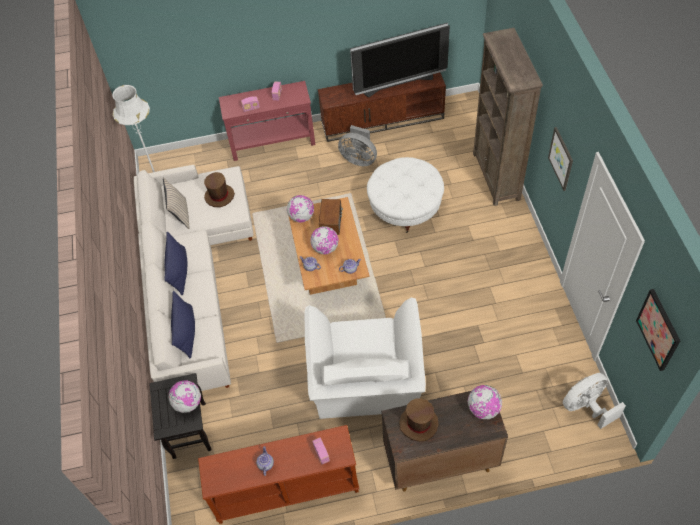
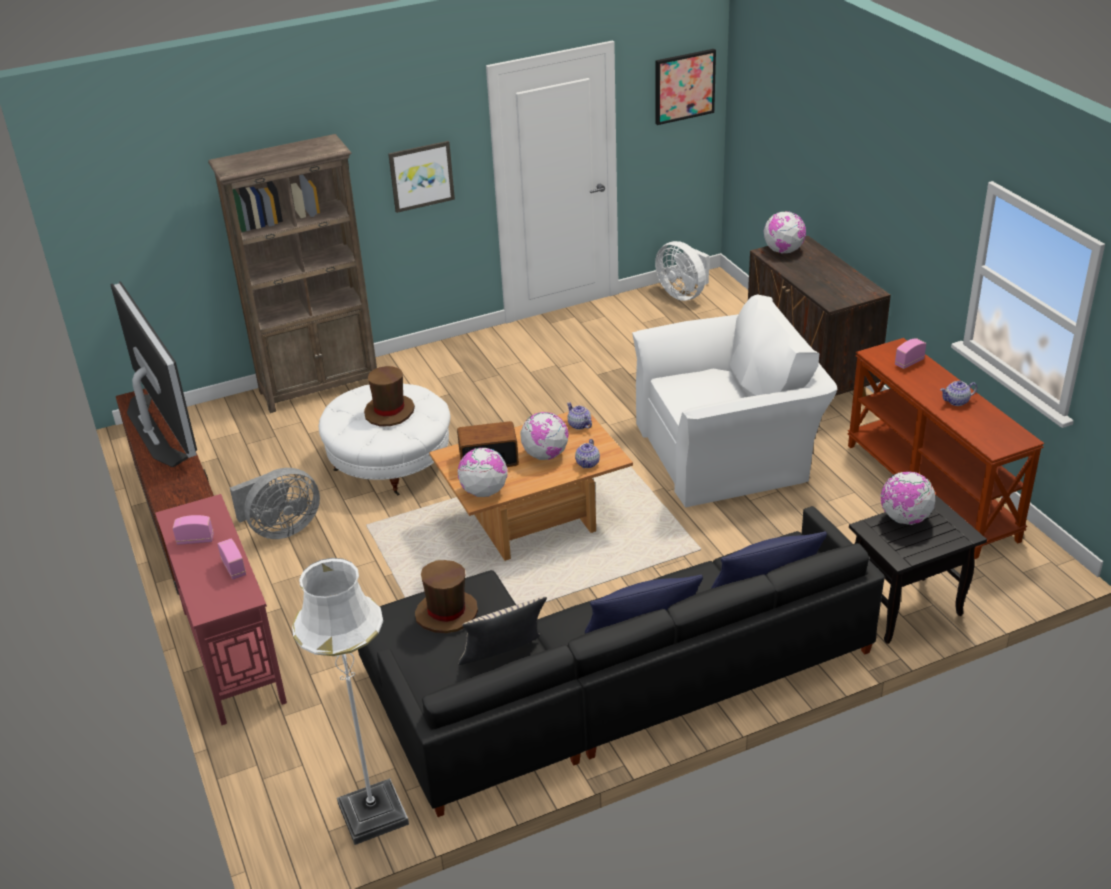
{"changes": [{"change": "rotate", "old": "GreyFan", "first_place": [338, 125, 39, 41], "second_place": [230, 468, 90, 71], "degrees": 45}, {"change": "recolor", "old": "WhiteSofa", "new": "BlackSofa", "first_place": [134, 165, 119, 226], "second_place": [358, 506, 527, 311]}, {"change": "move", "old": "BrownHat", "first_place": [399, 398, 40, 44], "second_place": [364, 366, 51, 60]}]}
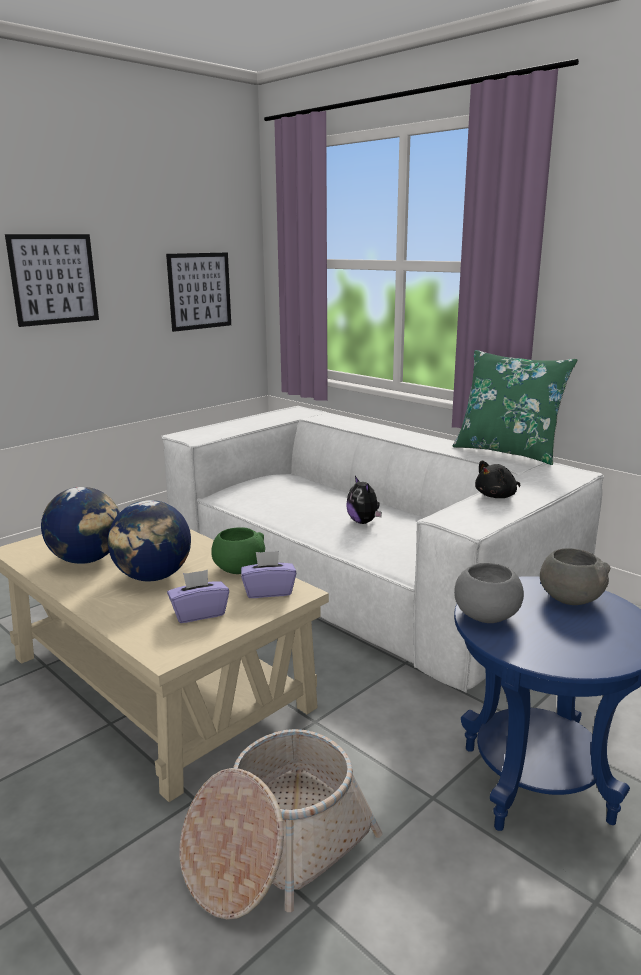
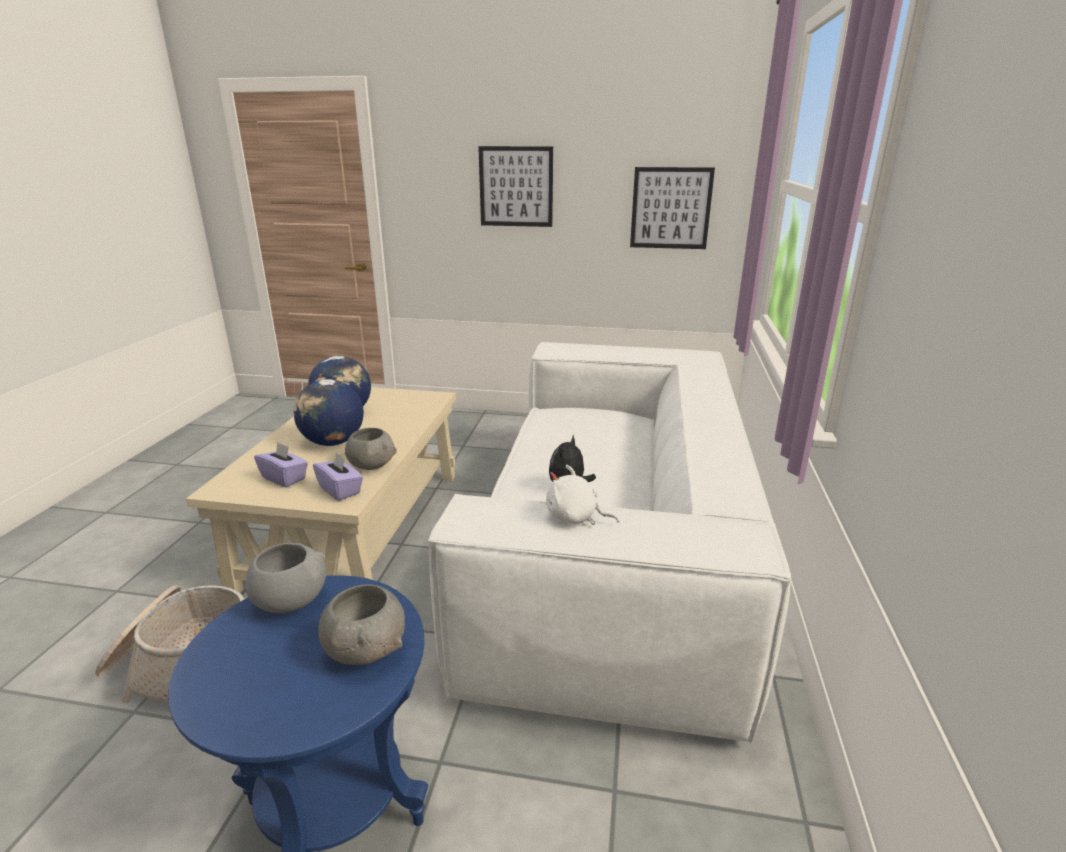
{"changes": [{"change": "recolor", "old": "GreenBowl", "new": "GreyBowl", "first_place": [211, 527, 54, 47], "second_place": [345, 428, 52, 42]}, {"change": "recolor", "old": "BlackPlushToy", "new": "WhitePlushToy", "first_place": [475, 460, 45, 38], "second_place": [546, 465, 73, 60]}, {"change": "delete", "old": "GreenPillow", "first_place": [453, 350, 125, 115]}]}
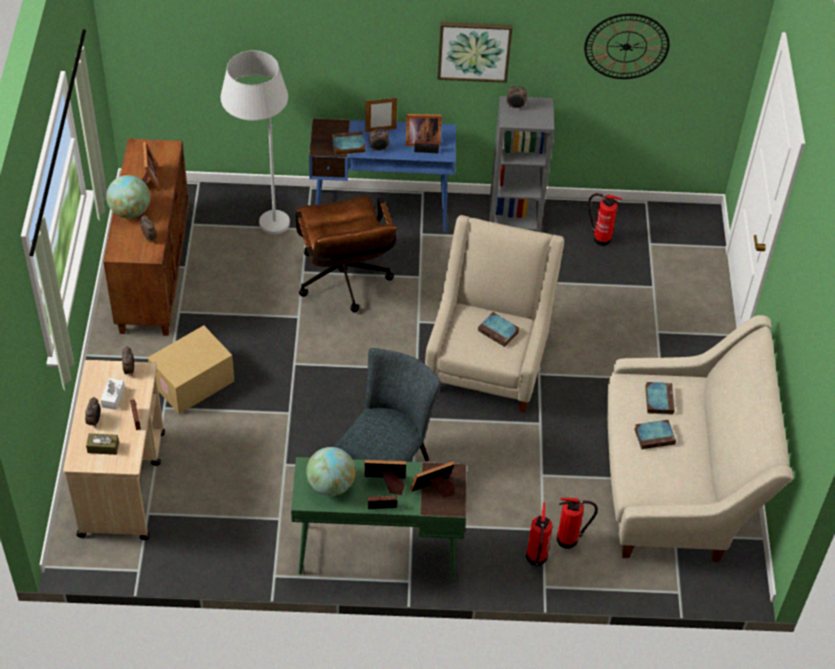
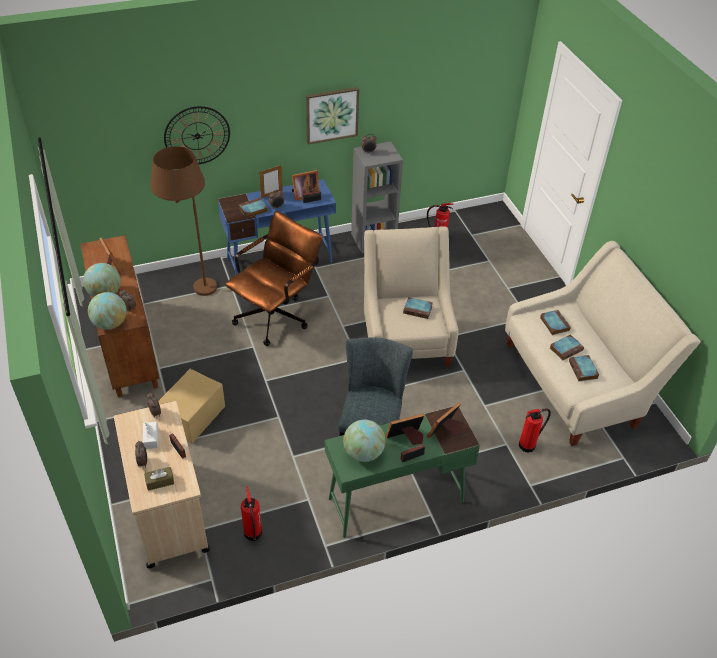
{"changes": [{"change": "insert", "new": "Globe", "second_place": [88, 292, 39, 38]}, {"change": "recolor", "old": "WhiteFloorLamp", "new": "BrownFloorLamp", "first_place": [221, 50, 69, 185], "second_place": [150, 146, 67, 150]}, {"change": "move", "old": "WallClock", "first_place": [584, 14, 86, 65], "second_place": [164, 106, 66, 59]}, {"change": "rotate", "old": "BrownOfficeChair", "first_place": [296, 196, 101, 116], "second_place": [225, 211, 97, 135], "degrees": -105}, {"change": "move", "old": "FireExtinguisher", "first_place": [526, 502, 27, 64], "second_place": [241, 486, 21, 55]}, {"change": "insert", "new": "Book", "second_place": [569, 355, 30, 26]}]}
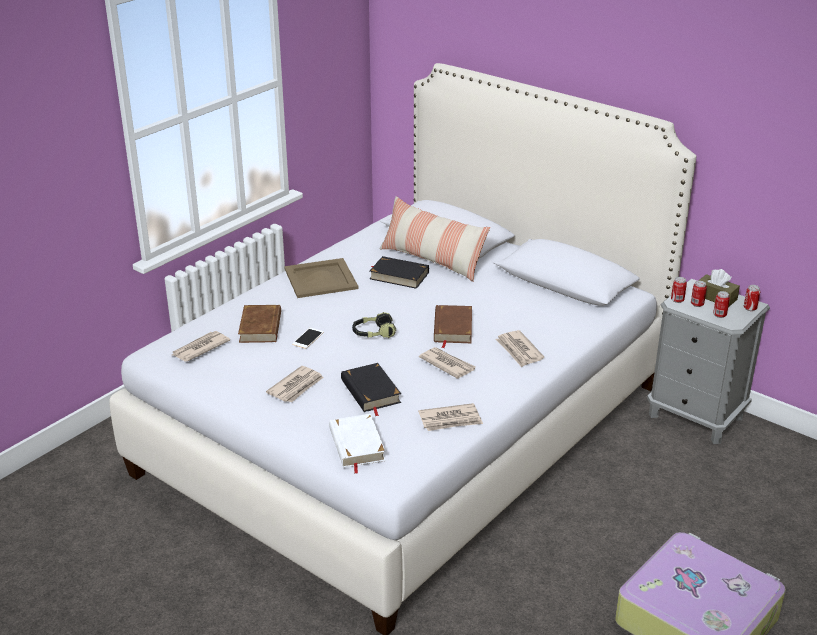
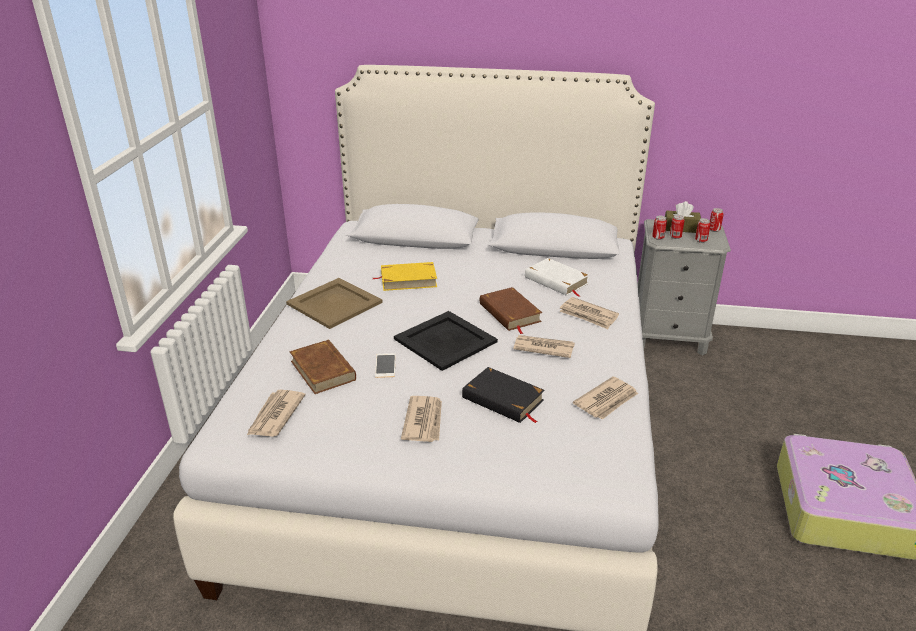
{"changes": [{"change": "recolor", "old": "BlackBook", "new": "YellowBook", "first_place": [370, 256, 59, 33], "second_place": [373, 262, 64, 29]}, {"change": "replace", "old": "Headphones", "new": "BlackTray", "first_place": [352, 312, 44, 26], "second_place": [394, 311, 104, 60]}, {"change": "move", "old": "WhiteBook", "first_place": [329, 414, 57, 60], "second_place": [525, 258, 64, 39]}, {"change": "delete", "old": "Pillow", "first_place": [379, 196, 111, 86]}]}
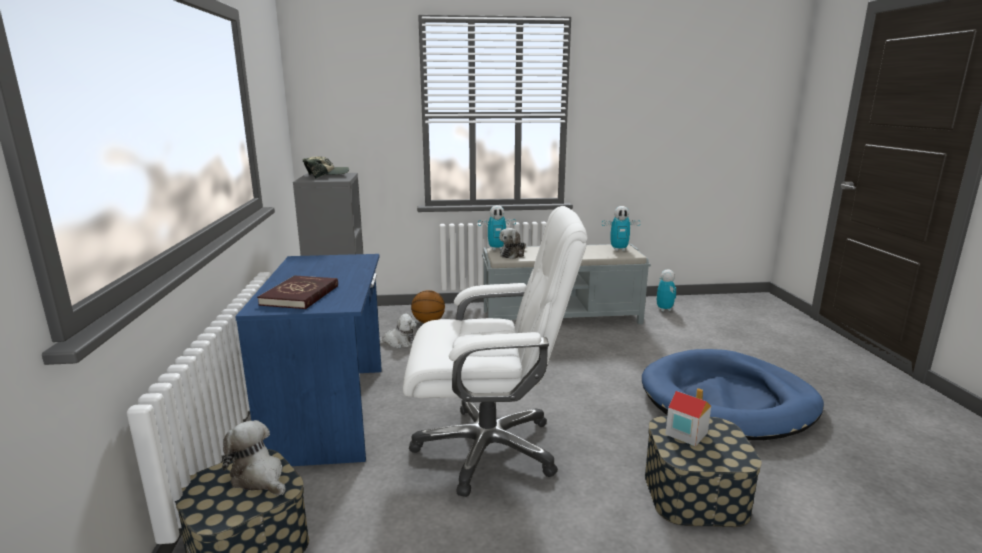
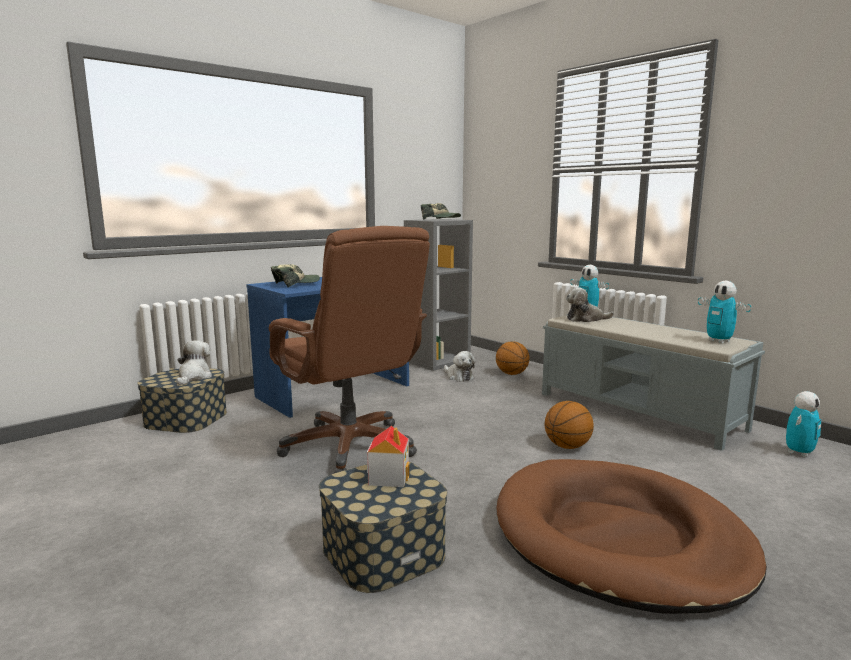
{"changes": [{"change": "recolor", "old": "WhiteOfficeChair", "new": "BrownOfficeChair", "first_place": [403, 206, 184, 291], "second_place": [269, 226, 161, 247]}, {"change": "replace", "old": "RedBook", "new": "Cap", "first_place": [257, 275, 81, 34], "second_place": [271, 264, 49, 23]}, {"change": "recolor", "old": "BlueDogBed", "new": "BrownDogBed", "first_place": [642, 349, 182, 91], "second_place": [497, 459, 270, 155]}, {"change": "insert", "new": "Basketball", "second_place": [545, 401, 49, 48]}]}
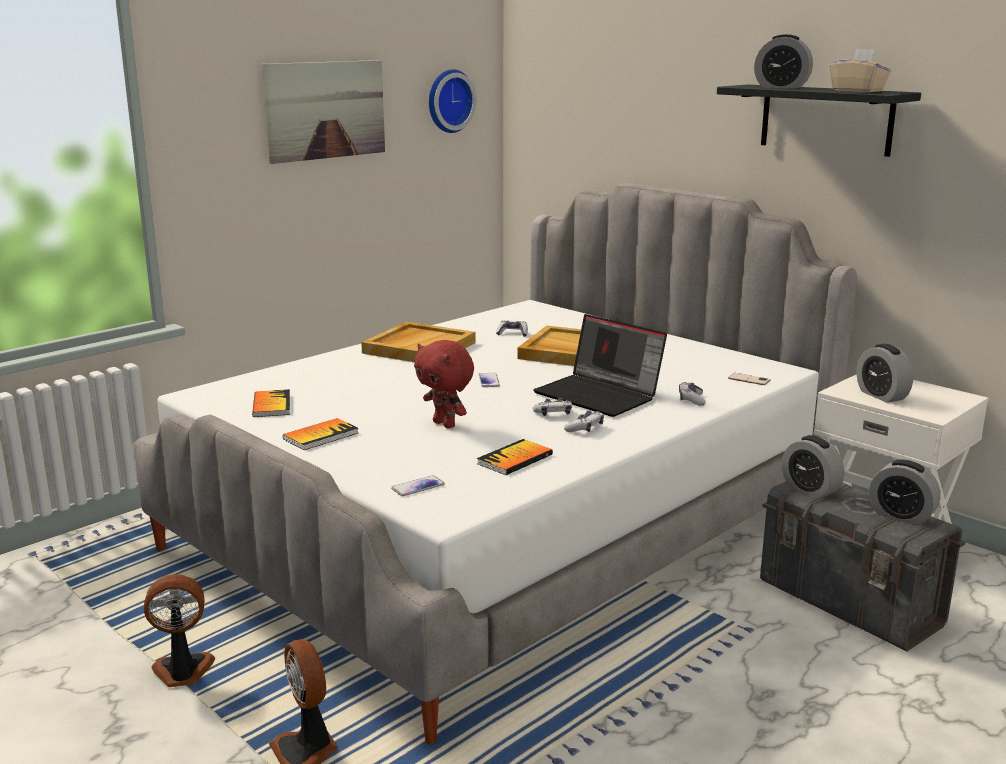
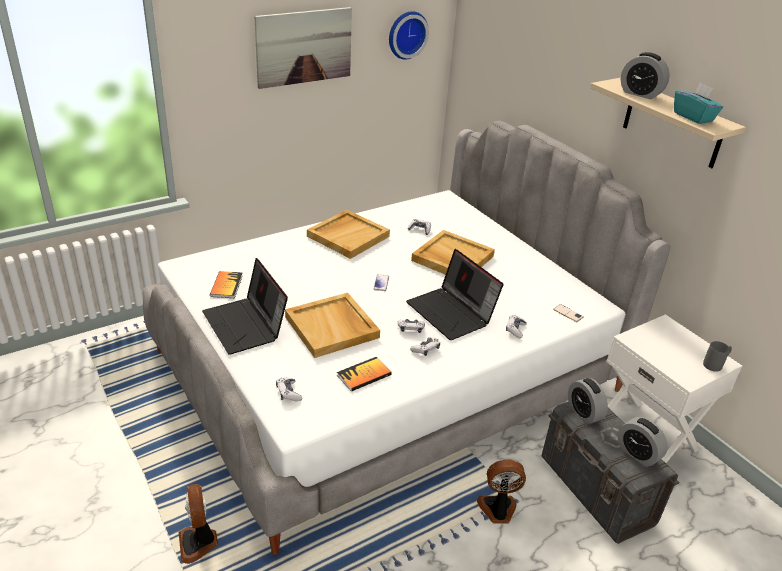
{"changes": [{"change": "replace", "old": "Book", "new": "Laptop", "first_place": [283, 418, 75, 32], "second_place": [202, 258, 86, 97]}, {"change": "replace", "old": "Phone", "new": "GameController", "first_place": [391, 475, 54, 21], "second_place": [276, 377, 26, 24]}, {"change": "replace", "old": "RedPlushToy", "new": "BeigeTray", "first_place": [414, 340, 60, 88], "second_place": [285, 293, 95, 65]}, {"change": "move", "old": "Fan", "first_place": [144, 574, 71, 113], "second_place": [477, 460, 49, 64]}, {"change": "recolor", "old": "BlackShelf", "new": "BeigeShelf", "first_place": [717, 85, 204, 72], "second_place": [590, 78, 156, 90]}, {"change": "recolor", "old": "BeigeTissueBox", "new": "TurquoiseTissueBox", "first_place": [830, 49, 61, 43], "second_place": [674, 82, 49, 42]}, {"change": "insert", "new": "GreyMug", "second_place": [703, 341, 29, 31]}, {"change": "delete", "old": "AlarmClock", "first_place": [857, 344, 56, 59]}]}
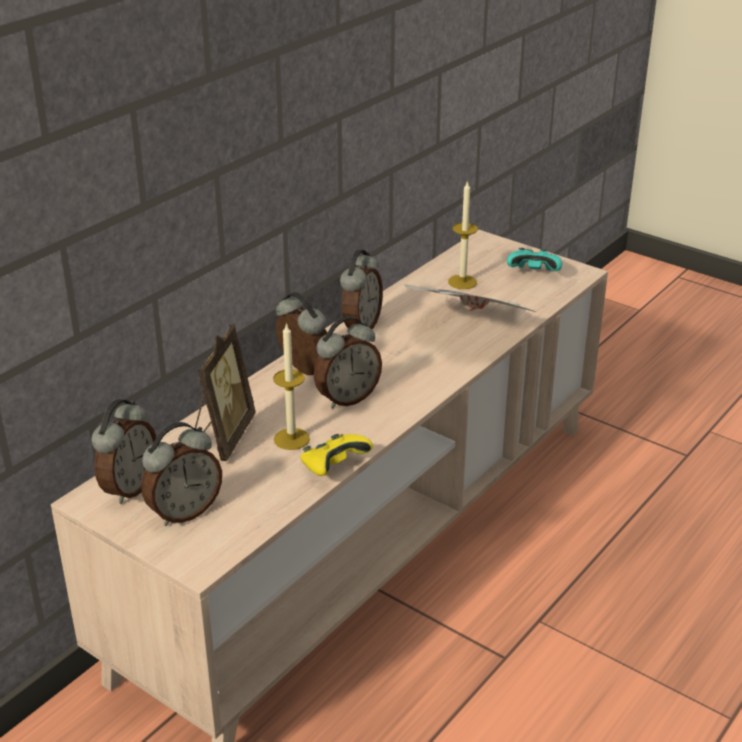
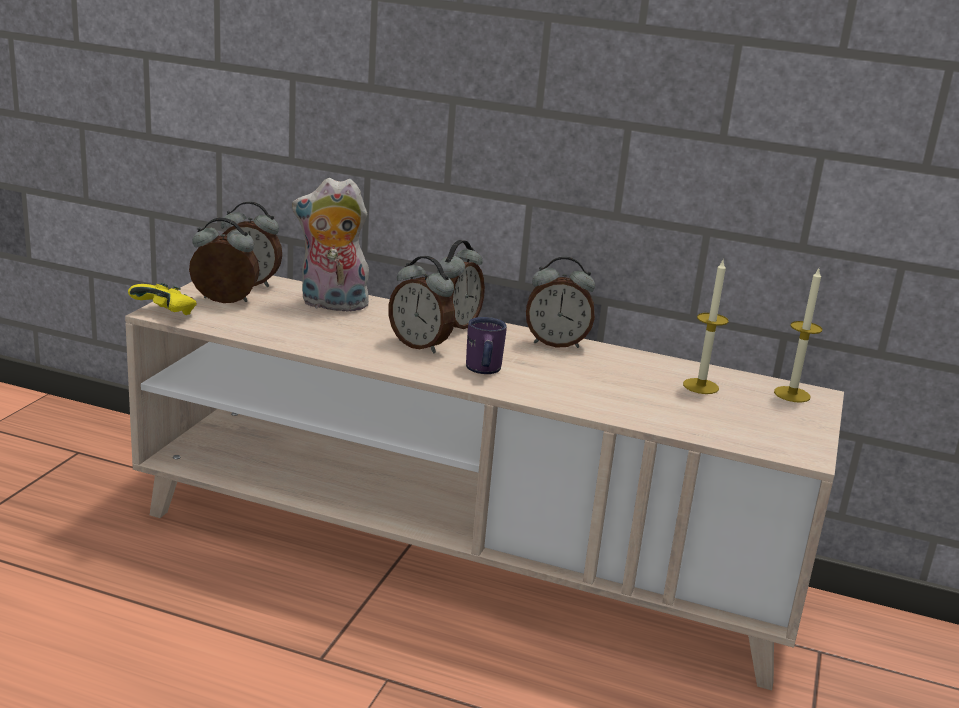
{"changes": [{"change": "move", "old": "YellowGameController", "first_place": [300, 434, 73, 42], "second_place": [128, 283, 69, 32]}, {"change": "rotate", "old": "AlarmClock", "first_place": [141, 422, 81, 104], "second_place": [189, 218, 70, 85], "degrees": 150}, {"change": "replace", "old": "PictureFrame", "new": "PlushToy", "first_place": [195, 324, 61, 137], "second_place": [292, 178, 79, 136]}, {"change": "insert", "new": "PurpleMug", "second_place": [466, 317, 41, 57]}, {"change": "move", "old": "Candle", "first_place": [273, 323, 37, 127], "second_place": [774, 269, 48, 134]}, {"change": "delete", "old": "Newspaper", "first_place": [404, 284, 131, 28]}, {"change": "delete", "old": "TurquoiseGameController", "first_place": [507, 248, 55, 23]}]}
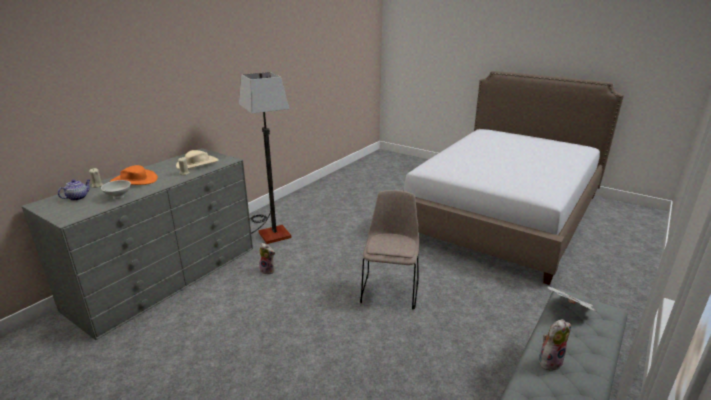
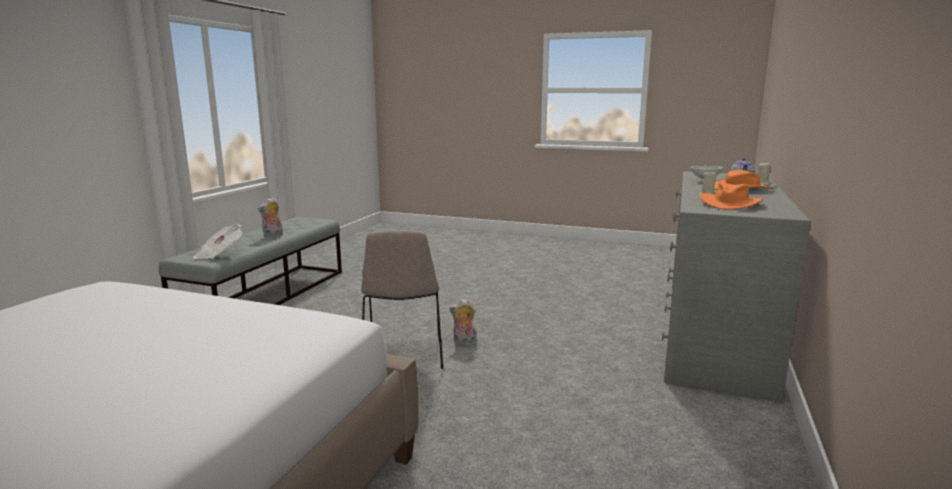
{"changes": [{"change": "move", "old": "PlushToy", "first_place": [259, 243, 16, 32], "second_place": [449, 299, 28, 46]}, {"change": "recolor", "old": "BeigeHat", "new": "OrangeHat", "first_place": [176, 150, 43, 19], "second_place": [700, 182, 64, 28]}, {"change": "delete", "old": "FloorLamp", "first_place": [239, 72, 52, 172]}]}
